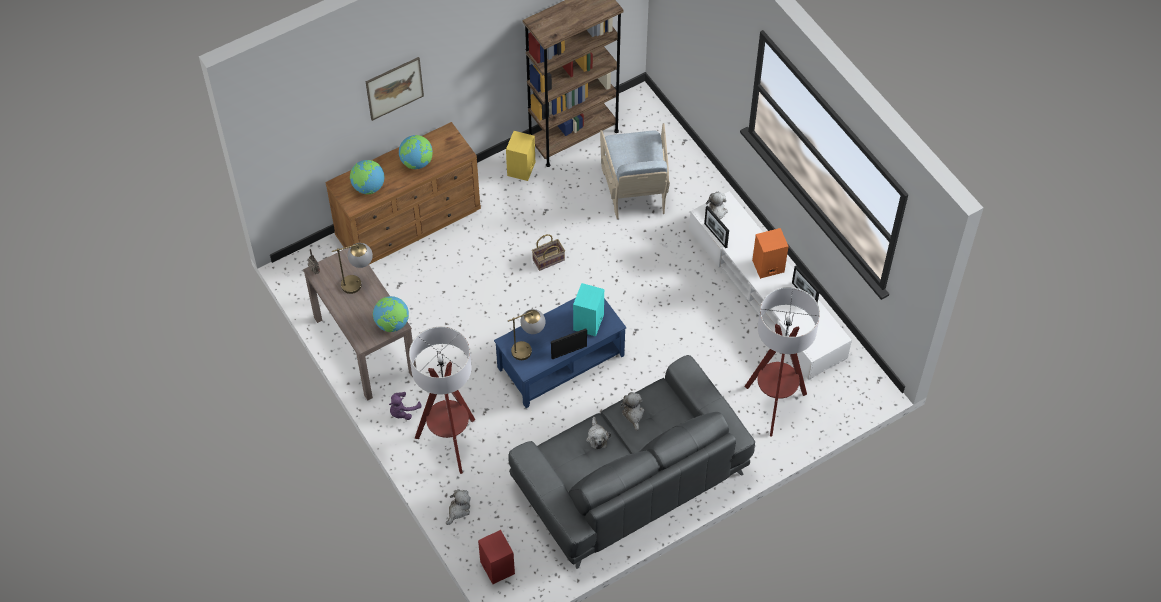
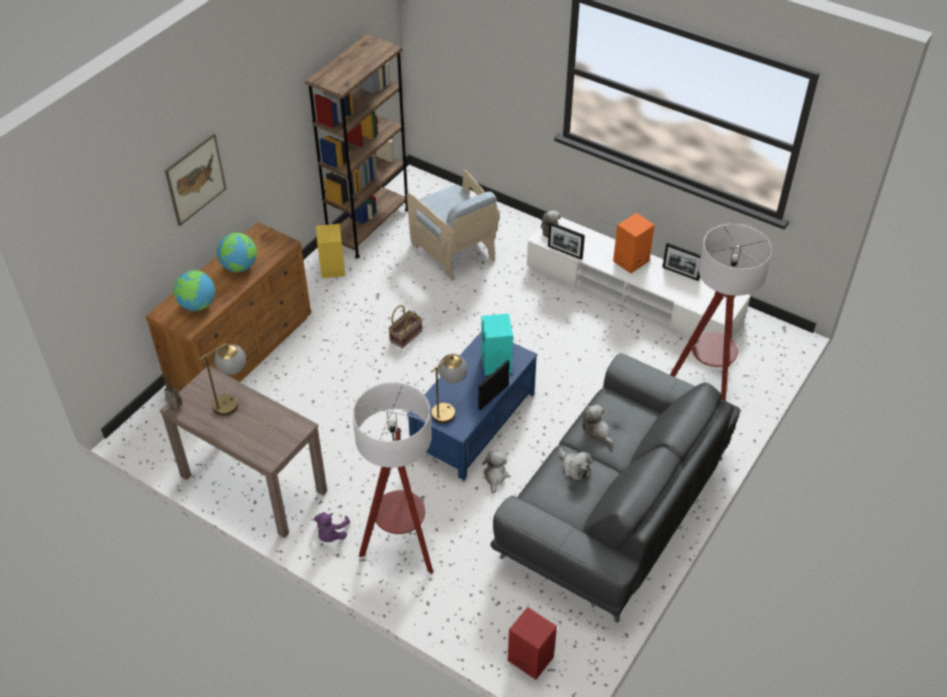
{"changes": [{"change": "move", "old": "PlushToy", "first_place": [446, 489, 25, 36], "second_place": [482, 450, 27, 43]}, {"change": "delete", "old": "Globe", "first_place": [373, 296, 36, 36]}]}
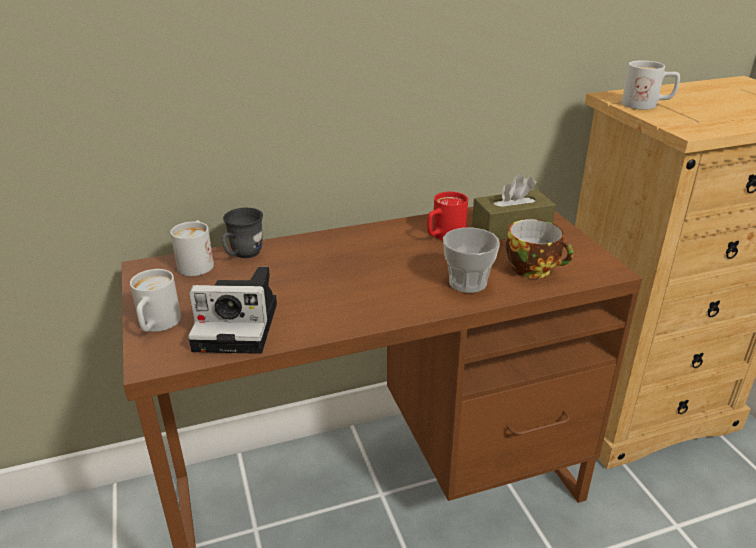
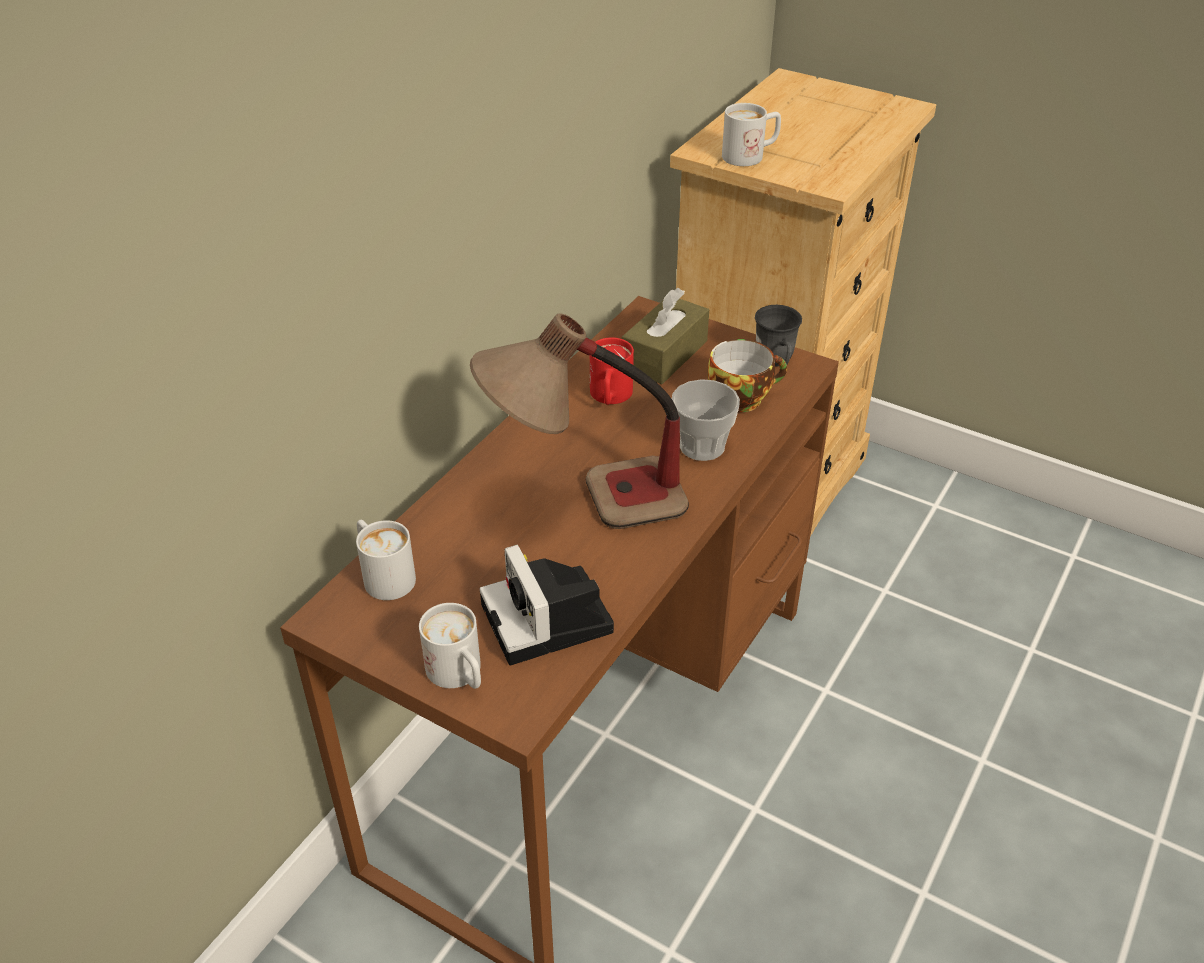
{"changes": [{"change": "insert", "new": "TableLamp", "second_place": [470, 313, 219, 216]}, {"change": "rotate", "old": "PhotoCamera", "first_place": [188, 267, 89, 87], "second_place": [480, 544, 134, 121], "degrees": 105}, {"change": "move", "old": "GreyMug", "first_place": [222, 208, 41, 50], "second_place": [755, 305, 47, 62]}]}
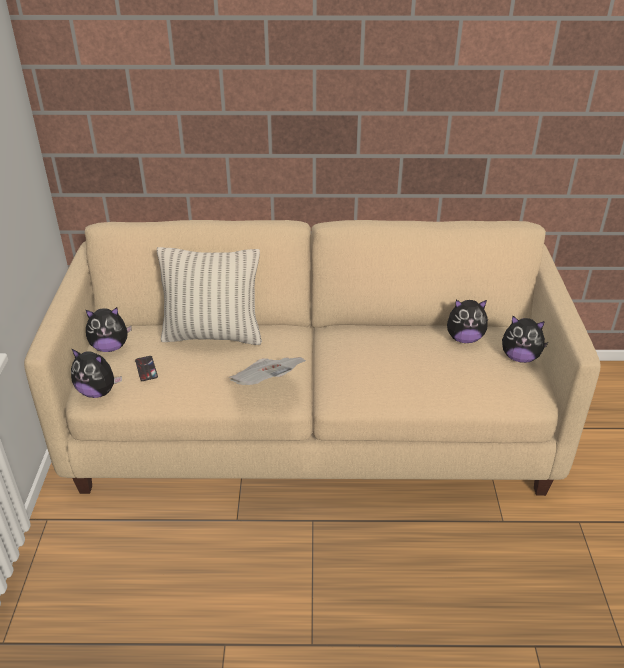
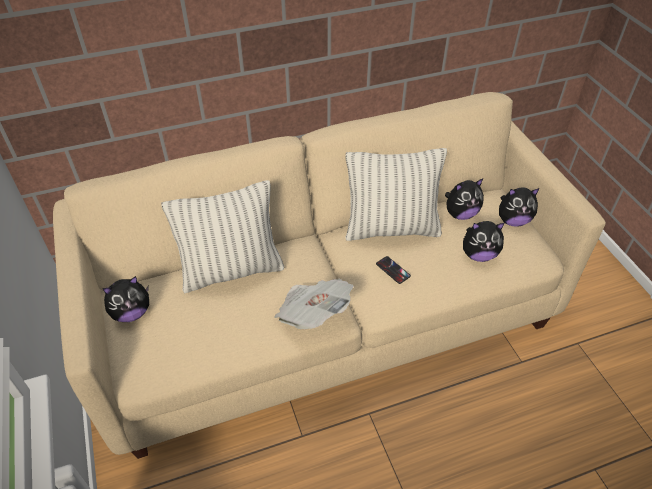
{"changes": [{"change": "insert", "new": "Pillow", "second_place": [345, 148, 102, 93]}, {"change": "move", "old": "Phone", "first_place": [135, 356, 23, 25], "second_place": [376, 256, 35, 28]}, {"change": "move", "old": "PlushToy", "first_place": [71, 349, 51, 49], "second_place": [463, 221, 41, 41]}]}
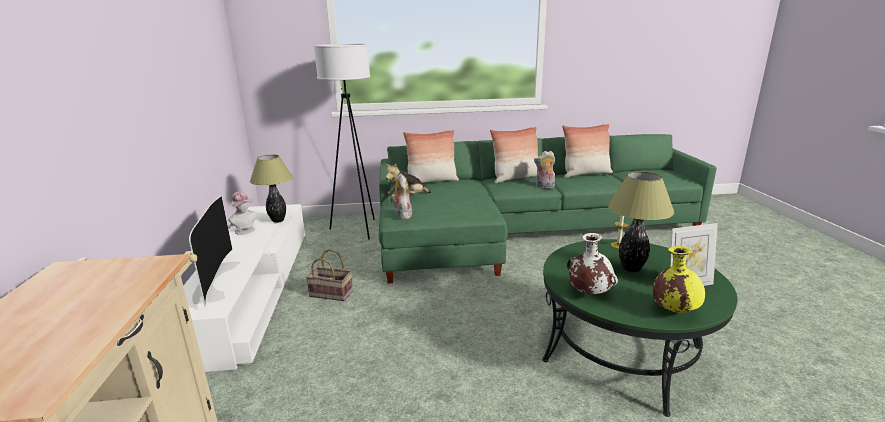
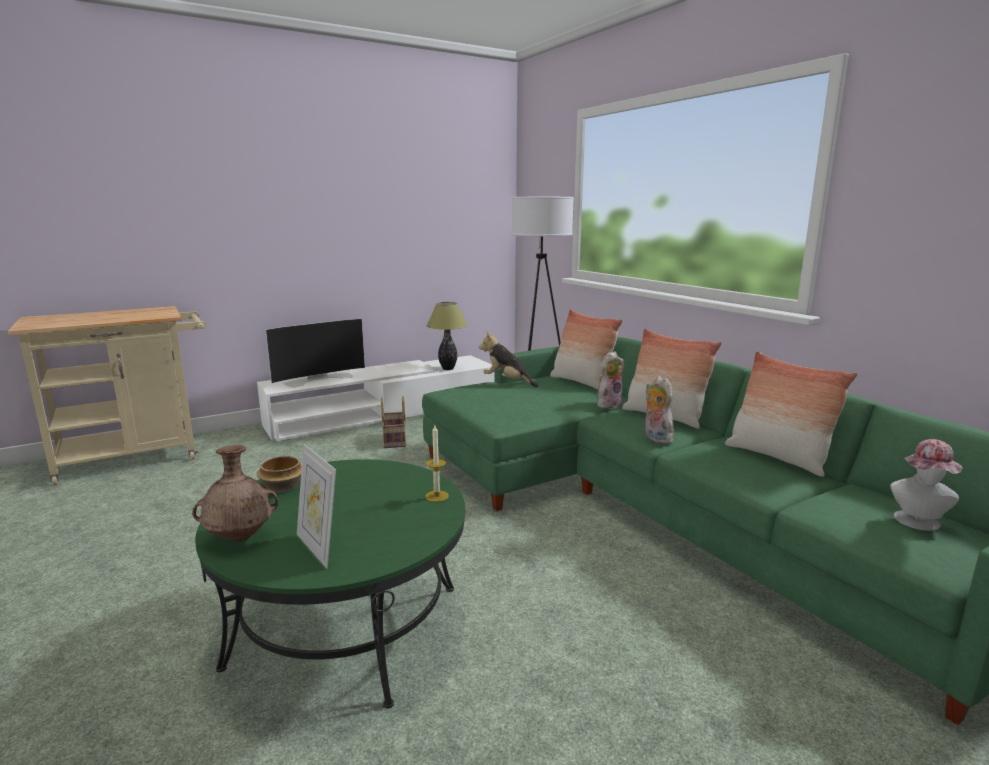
{"changes": [{"change": "recolor", "old": "YellowVase", "new": "BrownVase", "first_place": [653, 246, 52, 67], "second_place": [192, 445, 87, 97]}, {"change": "replace", "old": "WhiteVase", "new": "Bowl", "first_place": [567, 233, 51, 61], "second_place": [257, 456, 45, 36]}, {"change": "move", "old": "PlushToy", "first_place": [392, 173, 21, 46], "second_place": [597, 351, 27, 57]}, {"change": "move", "old": "Hat", "first_place": [228, 191, 29, 44], "second_place": [890, 439, 72, 92]}, {"change": "delete", "old": "TableLamp", "first_place": [608, 171, 67, 101]}]}
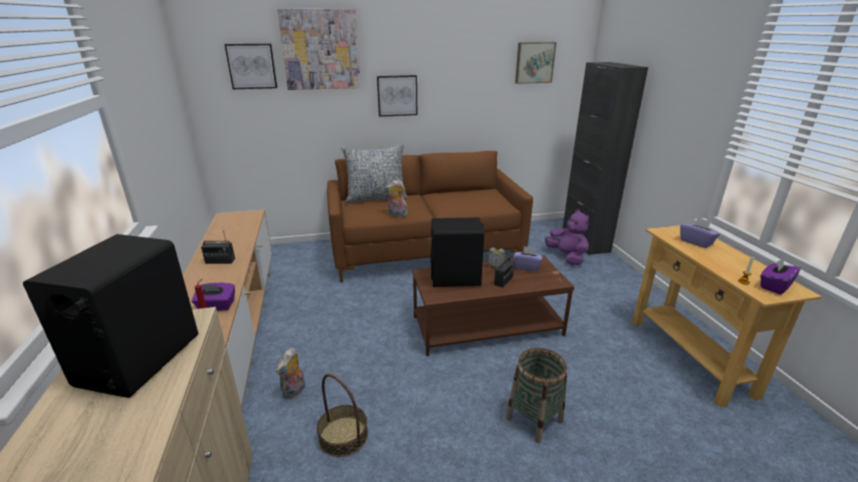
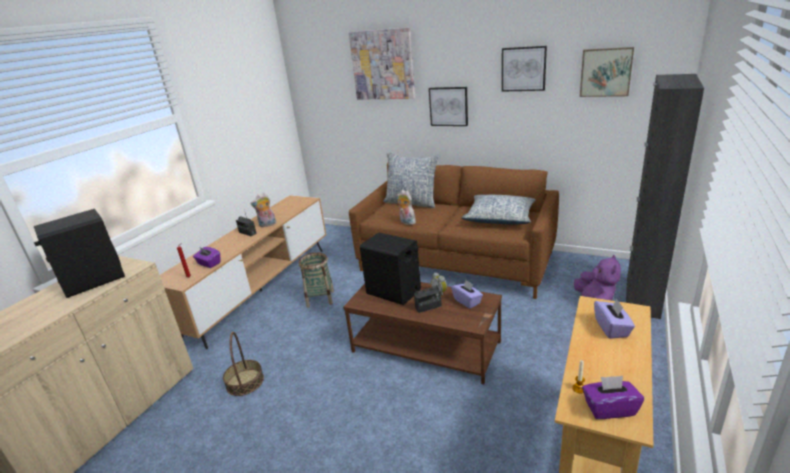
{"changes": [{"change": "move", "old": "PlushToy", "first_place": [276, 348, 30, 51], "second_place": [250, 193, 26, 34]}, {"change": "move", "old": "Basket", "first_place": [506, 348, 61, 95], "second_place": [299, 252, 35, 56]}, {"change": "insert", "new": "Pillow", "second_place": [461, 195, 75, 30]}, {"change": "move", "old": "Picture", "first_place": [224, 44, 53, 45], "second_place": [502, 46, 45, 45]}]}
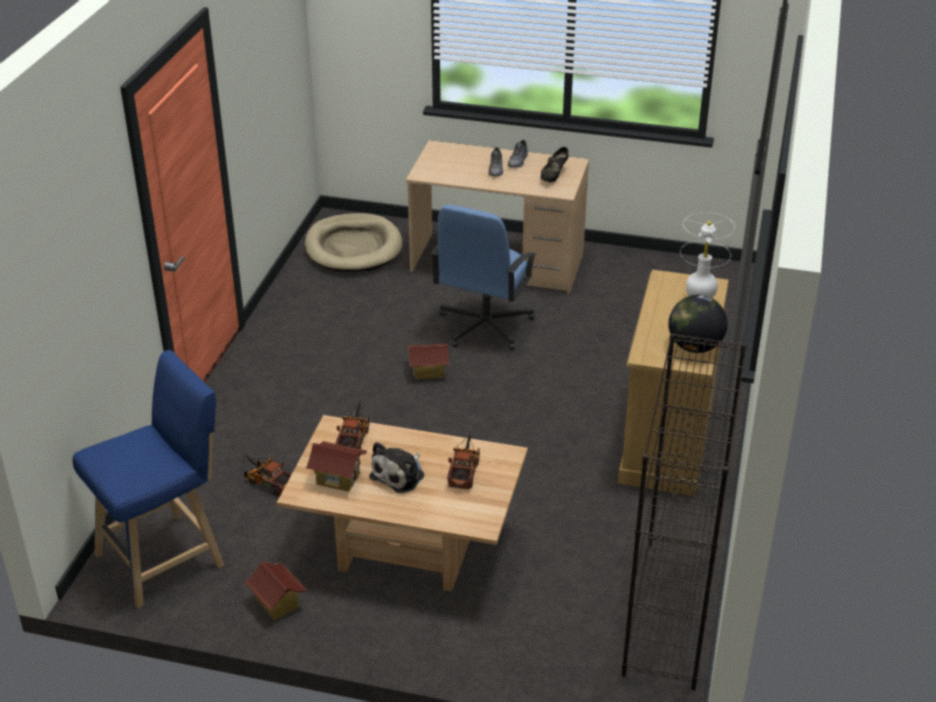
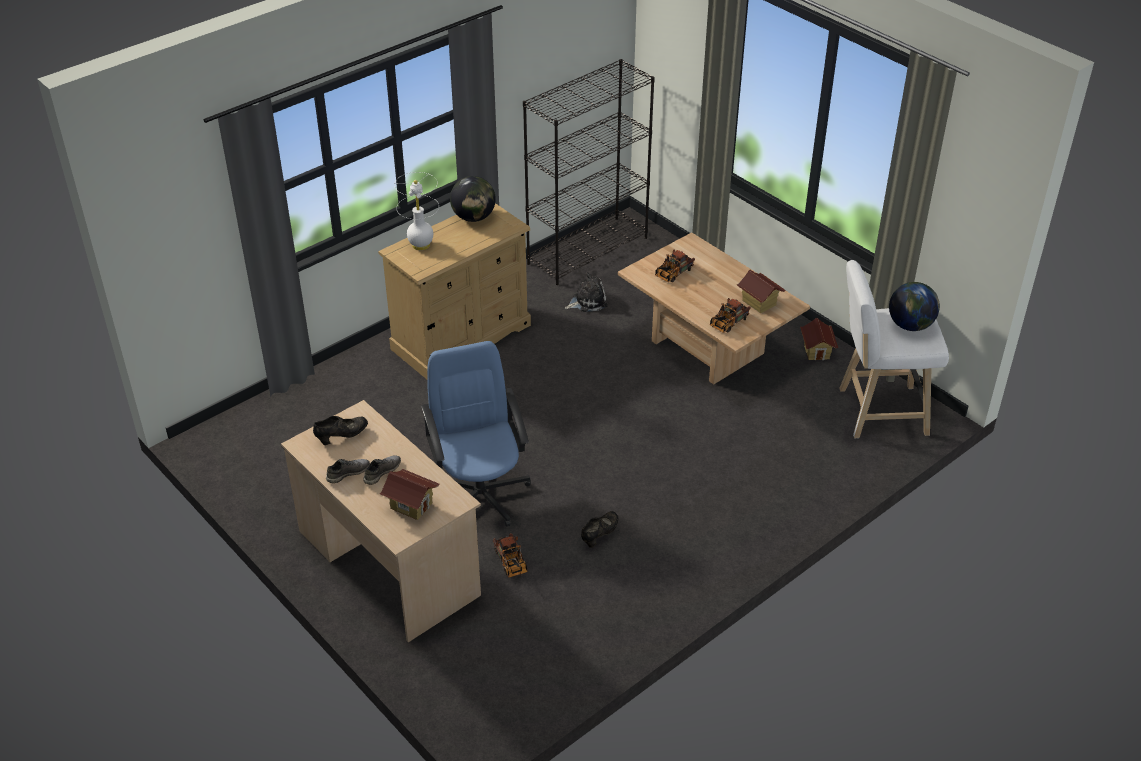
{"changes": [{"change": "move", "old": "ToyHouse", "first_place": [407, 343, 42, 37], "second_place": [380, 469, 60, 51]}, {"change": "rotate", "old": "BlueOfficeChair", "first_place": [431, 205, 106, 145], "second_place": [421, 341, 110, 186], "degrees": -75}, {"change": "move", "old": "ToyTruck", "first_place": [243, 454, 49, 42], "second_place": [493, 533, 35, 45]}, {"change": "move", "old": "PlushToy", "first_place": [369, 442, 56, 51], "second_place": [565, 272, 43, 40]}, {"change": "insert", "new": "BlackShoe", "second_place": [581, 511, 37, 37]}, {"change": "recolor", "old": "BlueStool", "new": "WhiteStool", "first_place": [73, 350, 151, 259], "second_place": [839, 260, 110, 178]}, {"change": "insert", "new": "Globe", "second_place": [889, 282, 51, 49]}, {"change": "delete", "old": "BeigeDogBed", "first_place": [305, 213, 97, 59]}]}
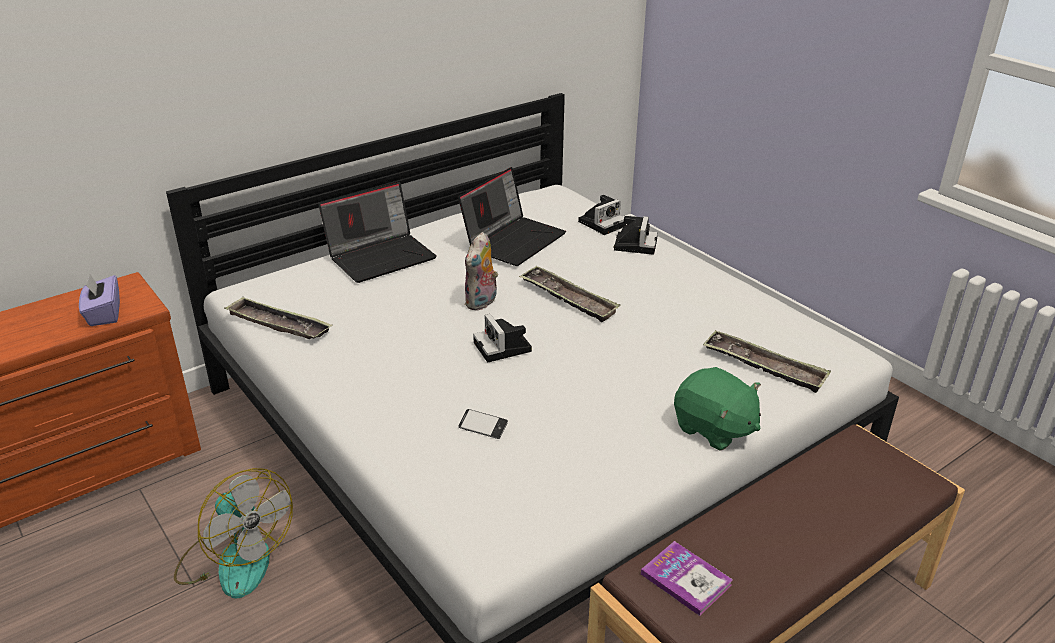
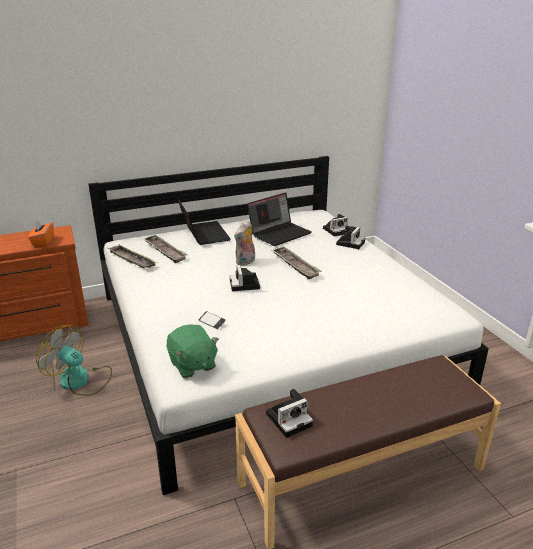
{"changes": [{"change": "recolor", "old": "PurpleTissueBox", "new": "OrangeTissueBox", "first_place": [79, 274, 41, 52], "second_place": [28, 220, 26, 26]}, {"change": "rotate", "old": "Fan", "first_place": [174, 468, 119, 130], "second_place": [36, 325, 76, 71], "degrees": 150}, {"change": "move", "old": "Tray", "first_place": [703, 330, 128, 63], "second_place": [143, 235, 45, 28]}, {"change": "move", "old": "GreenPlushToy", "first_place": [674, 367, 87, 84], "second_place": [167, 325, 52, 53]}, {"change": "rotate", "old": "Laptop", "first_place": [318, 182, 119, 101], "second_place": [177, 198, 54, 47], "degrees": -90}, {"change": "replace", "old": "Book", "new": "PhotoCamera", "first_place": [641, 541, 92, 75], "second_place": [266, 389, 47, 49]}]}
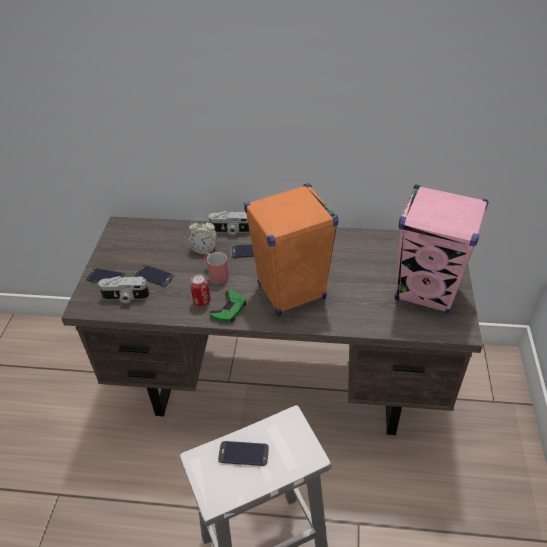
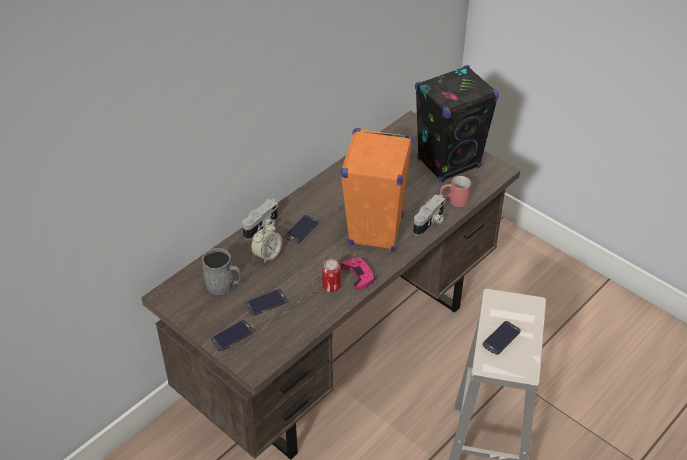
{"changes": [{"change": "insert", "new": "GreyMug", "second_place": [202, 248, 39, 47]}, {"change": "recolor", "old": "GreenGameController", "new": "PinkGameController", "first_place": [210, 290, 36, 32], "second_place": [341, 258, 35, 32]}, {"change": "move", "old": "PhotoCamera", "first_place": [98, 276, 51, 27], "second_place": [413, 194, 33, 42]}, {"change": "recolor", "old": "PinkSpeaker", "new": "BlackSpeaker", "first_place": [395, 185, 93, 129], "second_place": [415, 65, 84, 118]}, {"change": "move", "old": "RedMug", "first_place": [204, 252, 25, 32], "second_place": [440, 176, 31, 31]}]}
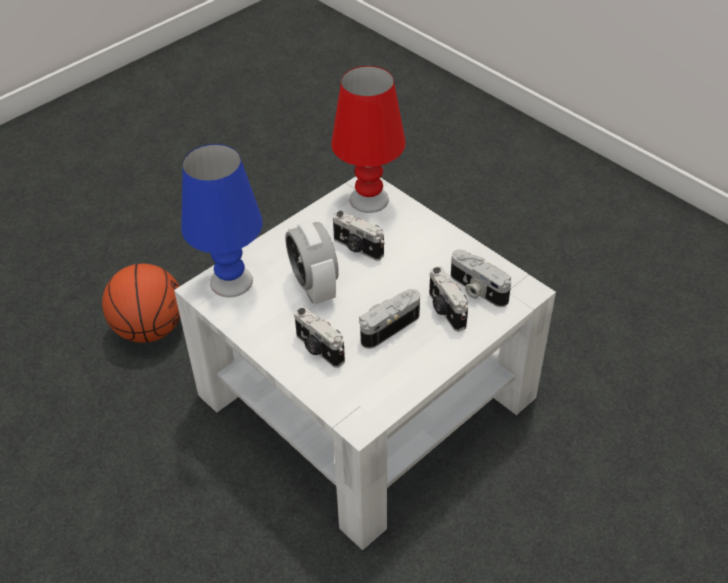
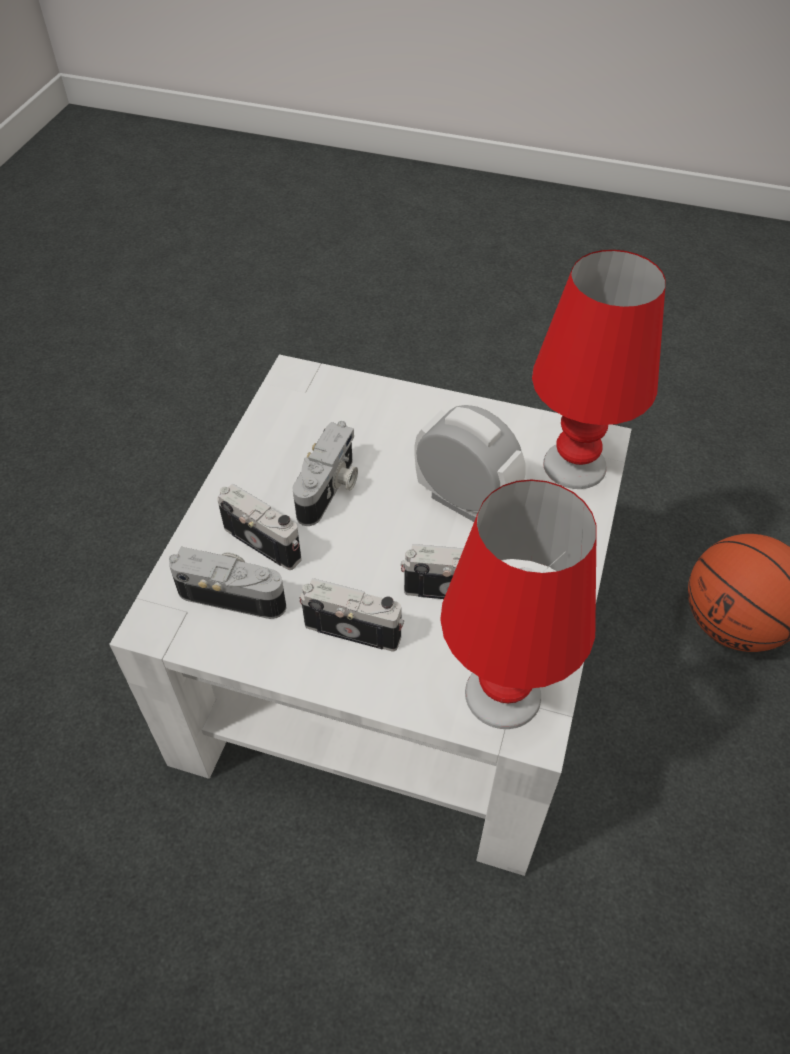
{"changes": [{"change": "move", "old": "PhotoCamera", "first_place": [294, 306, 51, 62], "second_place": [299, 578, 105, 74]}, {"change": "recolor", "old": "BlueTableLamp", "new": "RedTableLamp", "first_place": [181, 144, 82, 153], "second_place": [532, 250, 134, 239]}]}
